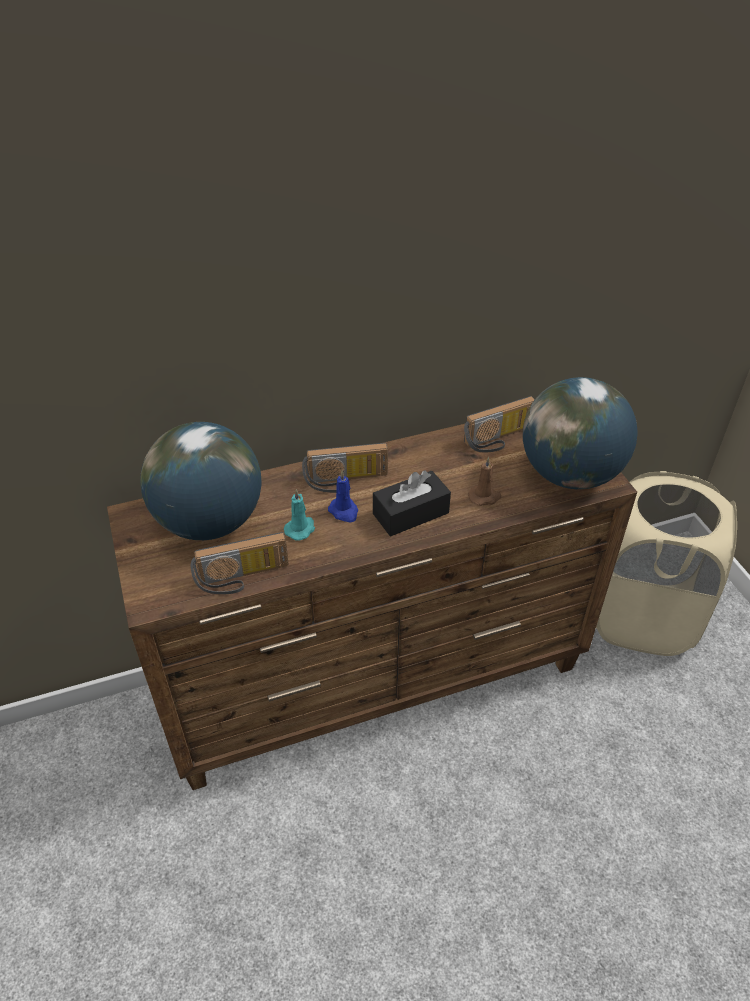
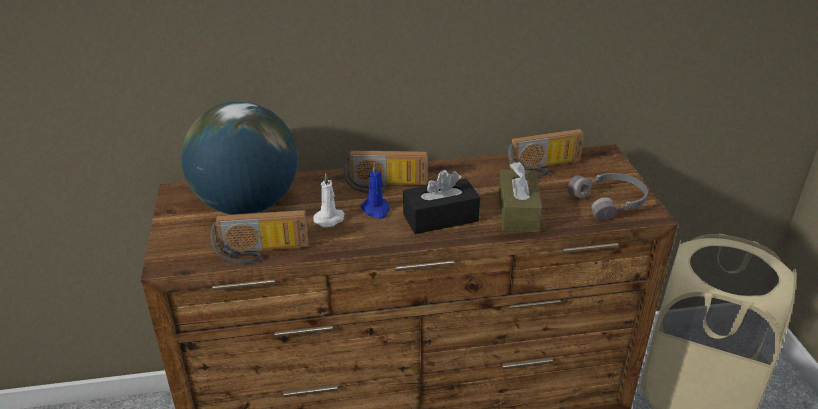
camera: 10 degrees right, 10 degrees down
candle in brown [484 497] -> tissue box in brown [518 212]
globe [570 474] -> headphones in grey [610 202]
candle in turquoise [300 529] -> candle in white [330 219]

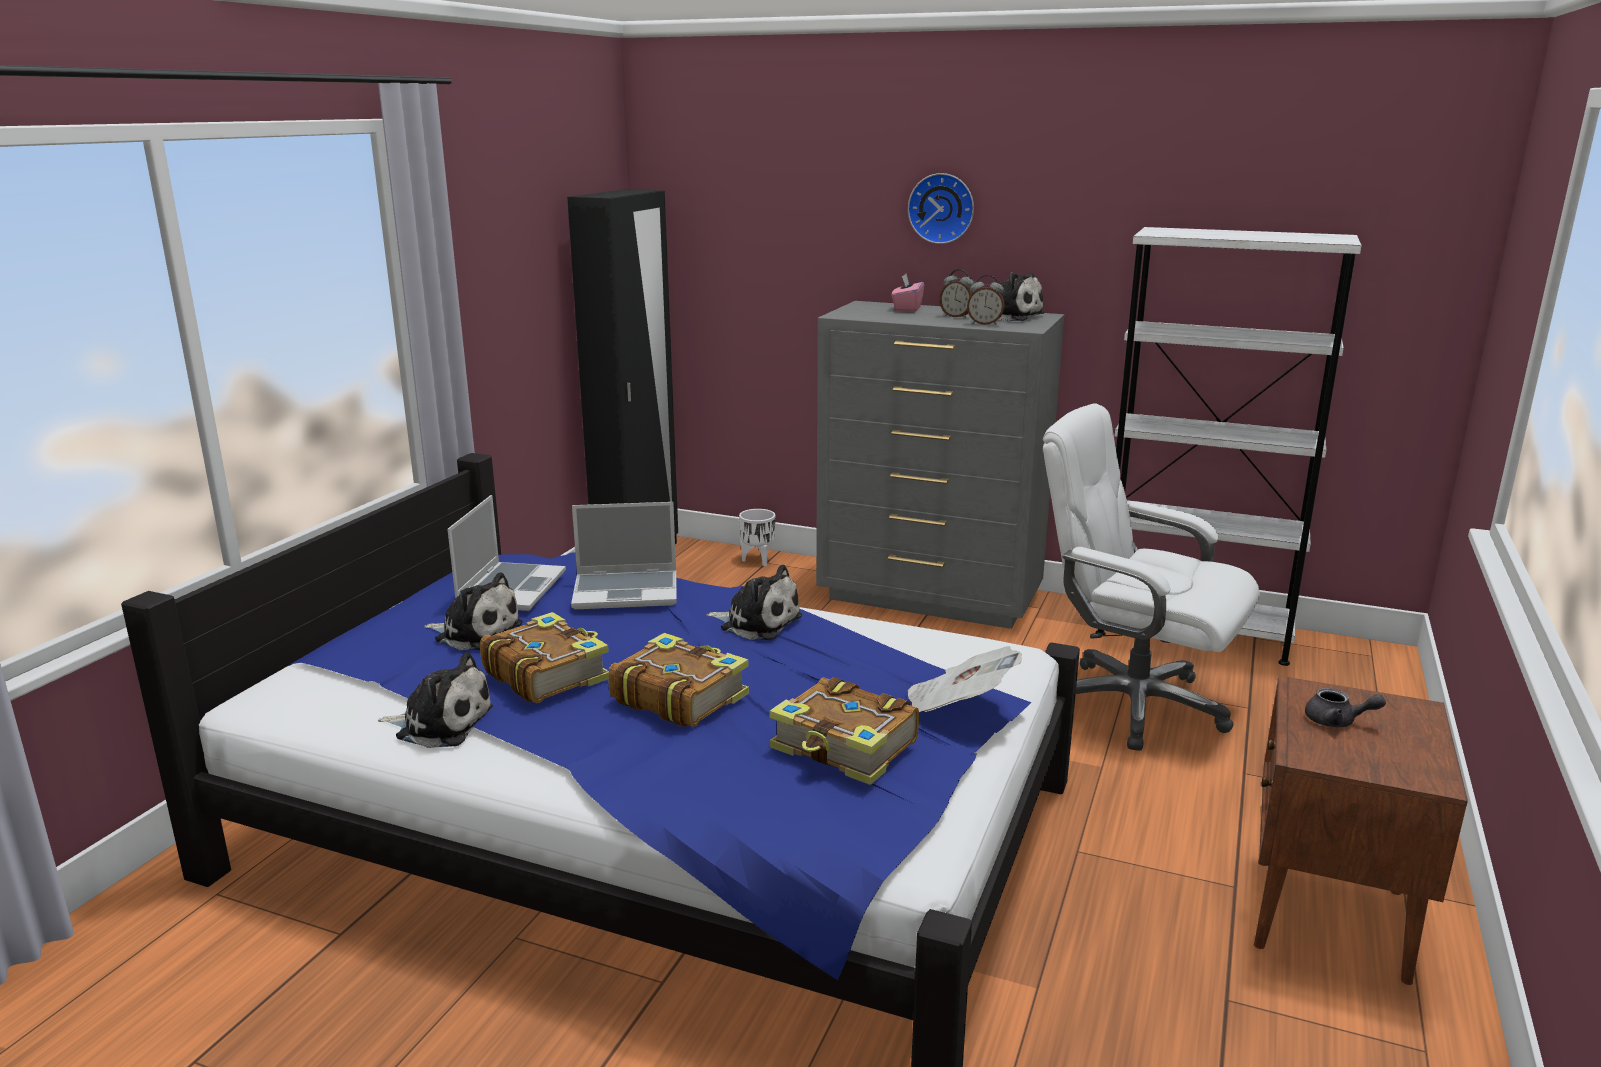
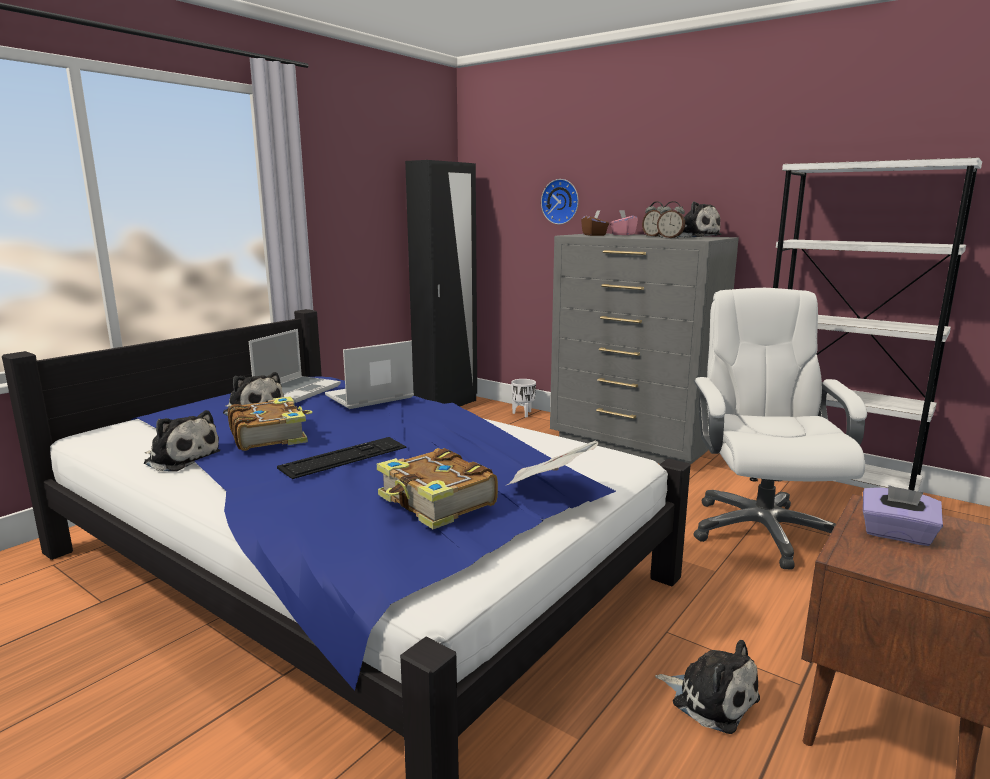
camera: 15 degrees right, 5 degrees down
none -> tissue box in brown [594 235]
plush toy [757 622] -> plush toy [710 698], moved
wall clock [942 208] -> wall clock [561 201], moved
book [679 696] -> keyboard [344 457]
teapot in grey [1337 721] -> tissue box in purple [896 534]
laptop [627 591] -> laptop [369 398], 135 degrees clockwise
office chair in white [1132 705] -> office chair in white [760 530], 45 degrees clockwise

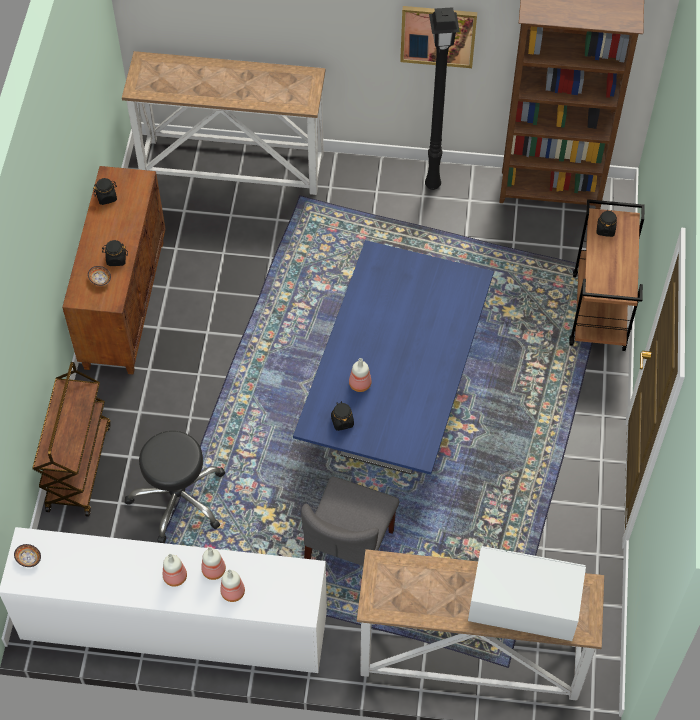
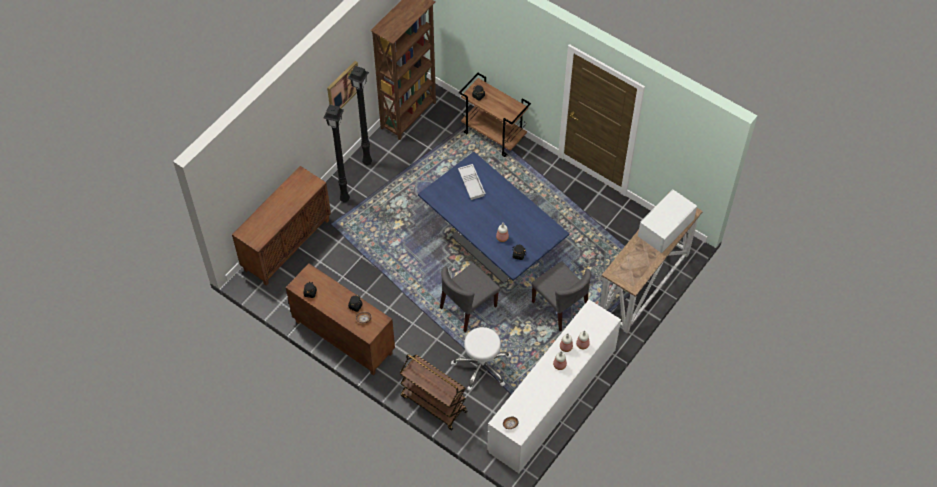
camera: 60 degrees left, 0 degrees up
none -> floor lamp in black [344 198]
none -> chair in grey [468 308]
none -> tray in white [472 183]
console table [233 165] -> cabinet in brown [287 244]
stool in black [178 499] -> stool in white [482 366]

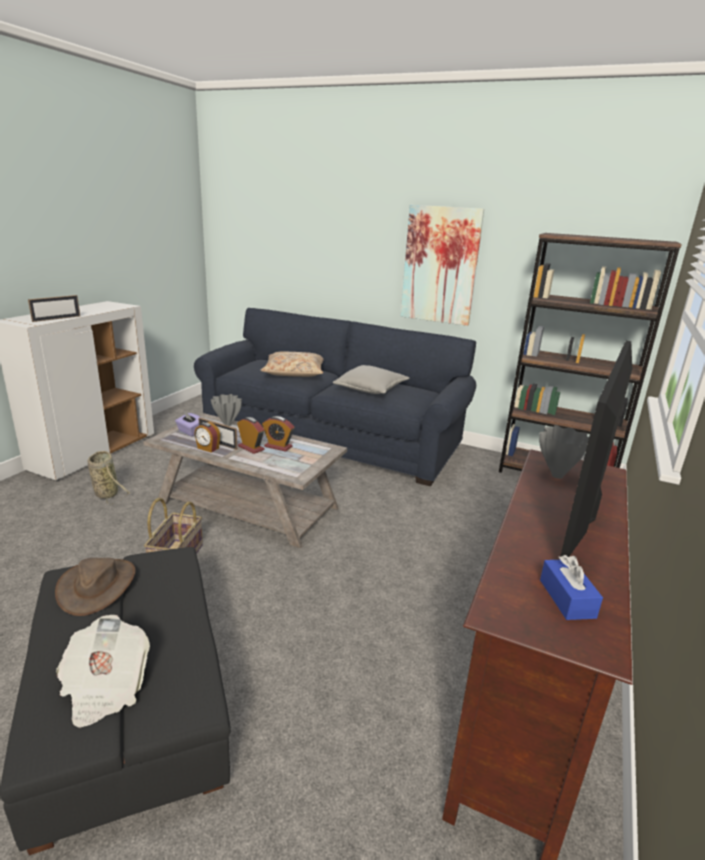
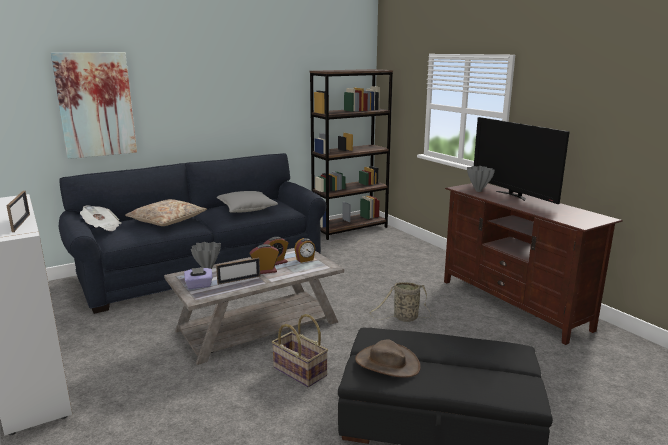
camera: 55 degrees left, 5 degrees down
tissue box in blue [567 598] -> none
newspaper [105 687] -> newspaper [102 227], moved
basket [106 493] -> basket [404 318], moved
alarm clock [208 448] -> alarm clock [305 260], moved
picture [440 265] -> picture [96 105], moved

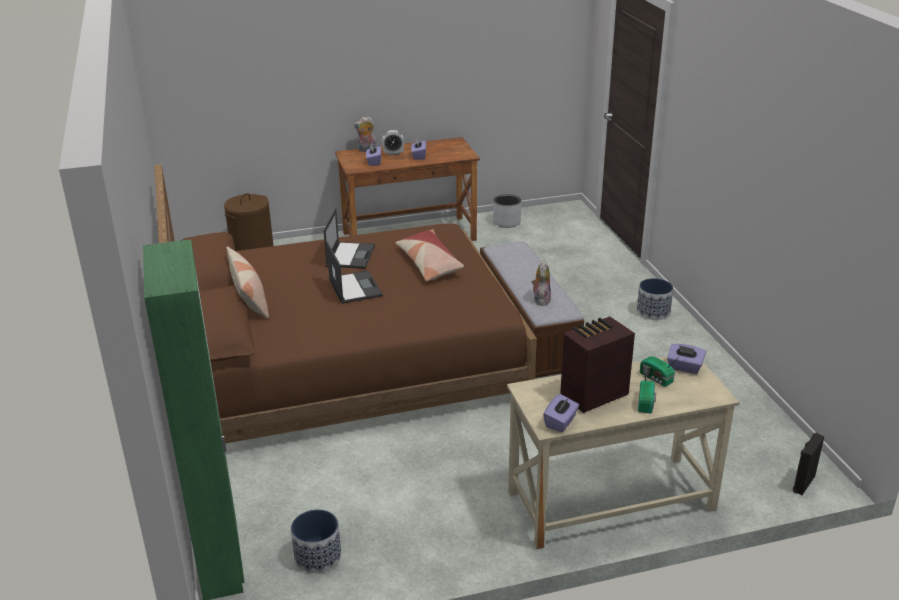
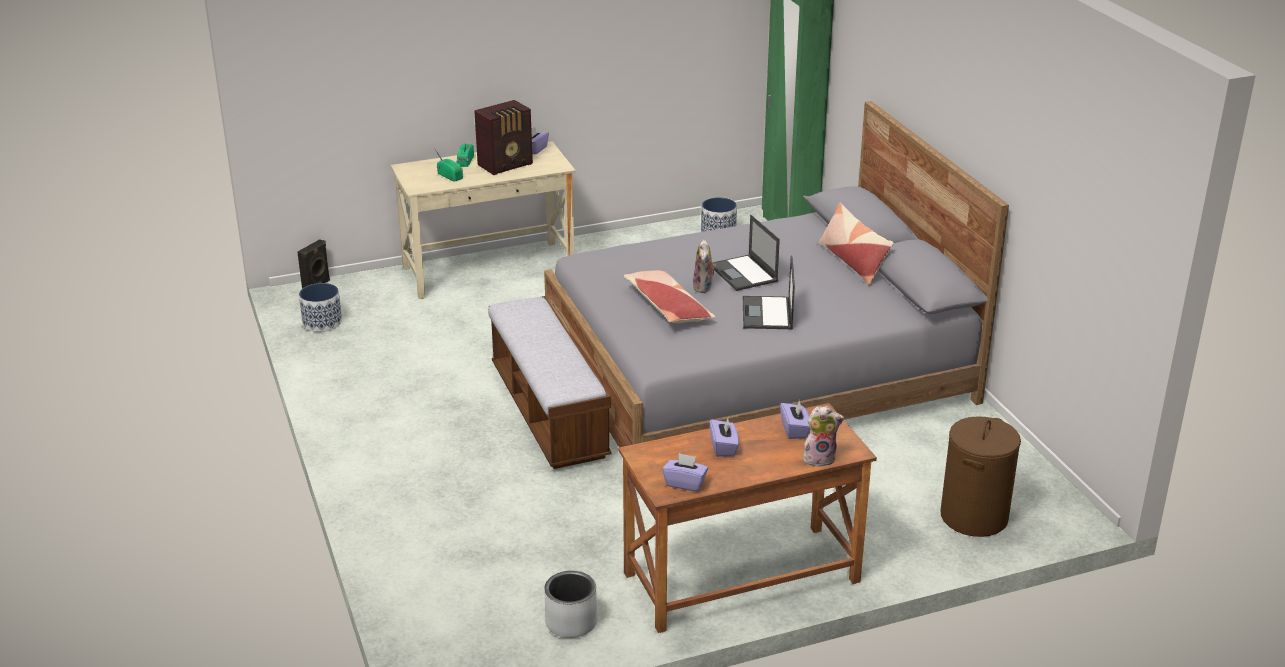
camera: 175 degrees right, 0 degrees up
alarm clock [393 153] -> none
plush toy [540 299] -> plush toy [704 287], moved
planter [653 312] -> planter [322 323], moved
tissue box in purple [684 367] -> tissue box in purple [685 483], moved
bed in brown [346 362] -> bed in grey [759 370]

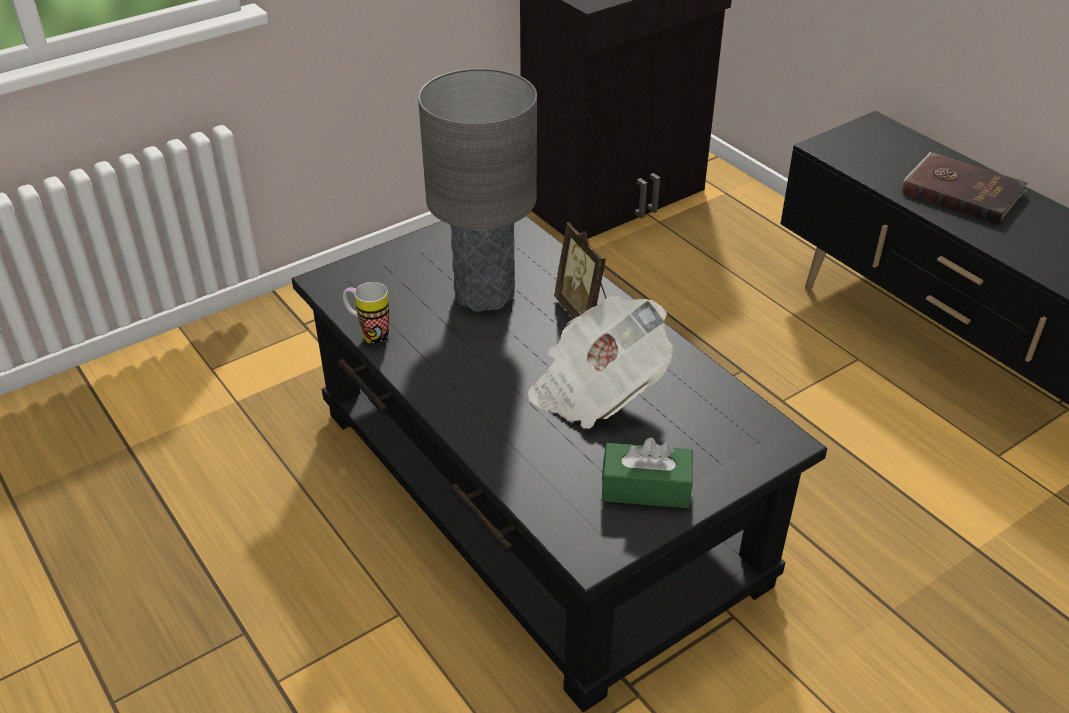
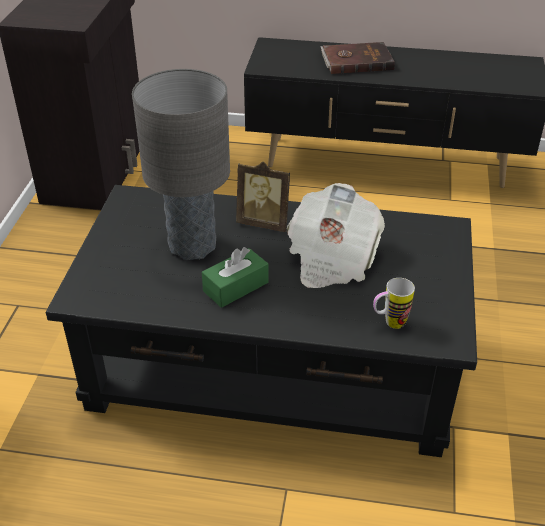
camera: 45 degrees left, 0 degrees up
mug [369 334] -> mug [389 323], moved
tissue box in green [646 488] -> tissue box in green [235 287], moved

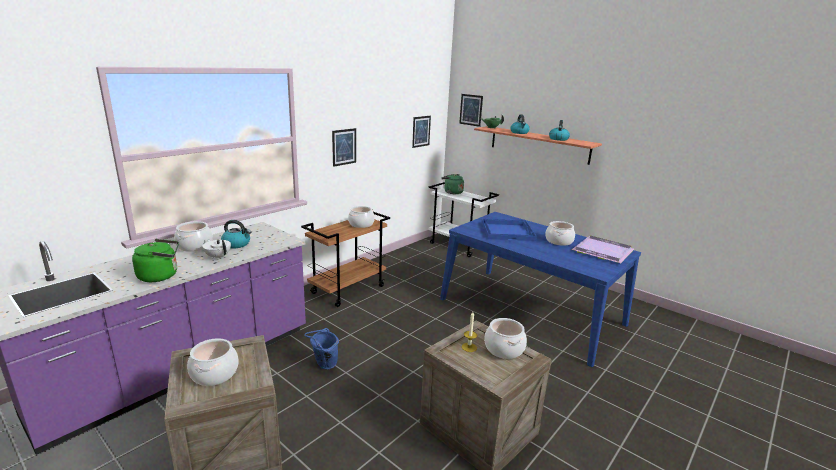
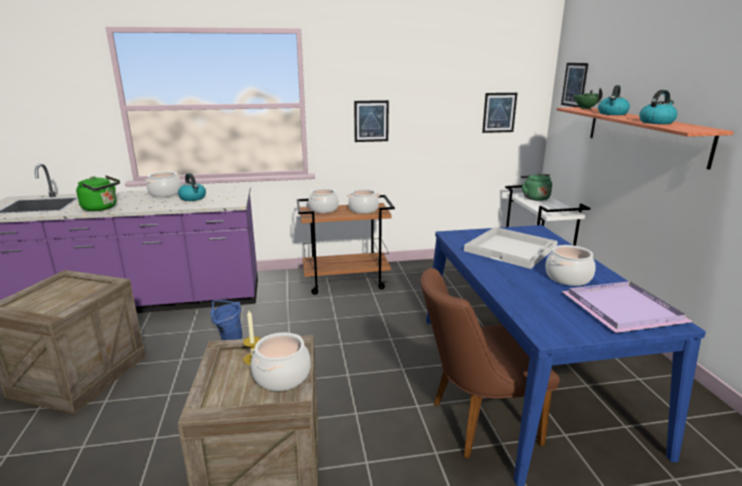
camera: 40 degrees right, 0 degrees up
teapot in white [218 257] -> none
none -> chair in brown [474 422]
cooking pot [214 373] -> cooking pot [323 209], moved
tray in blue [507 231] -> tray in white [511 249]

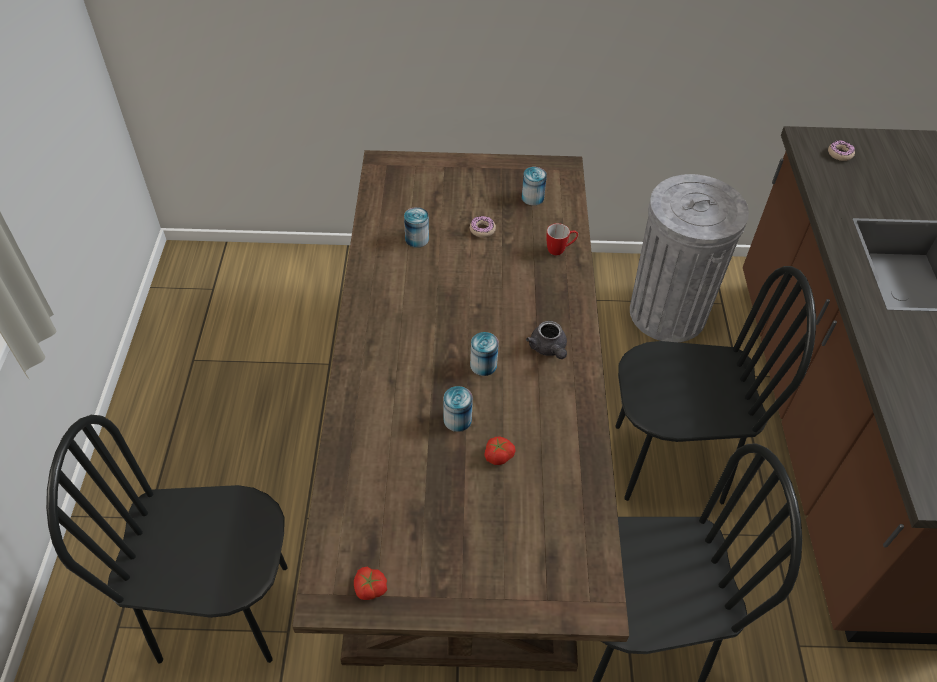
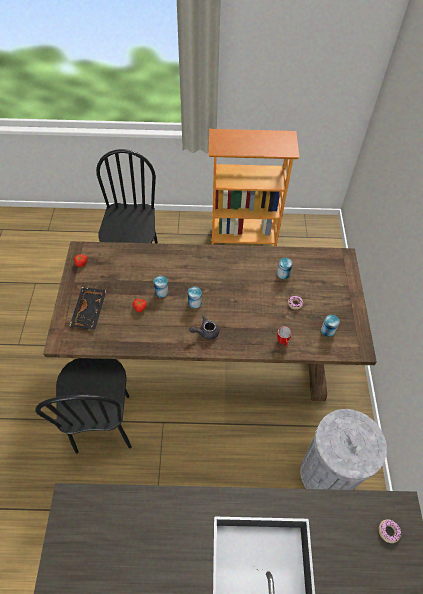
camera: 90 degrees right, 5 degrees up
chair in black [668 462] -> none
none -> tray in black [90 311]
none -> bookcase [243 238]

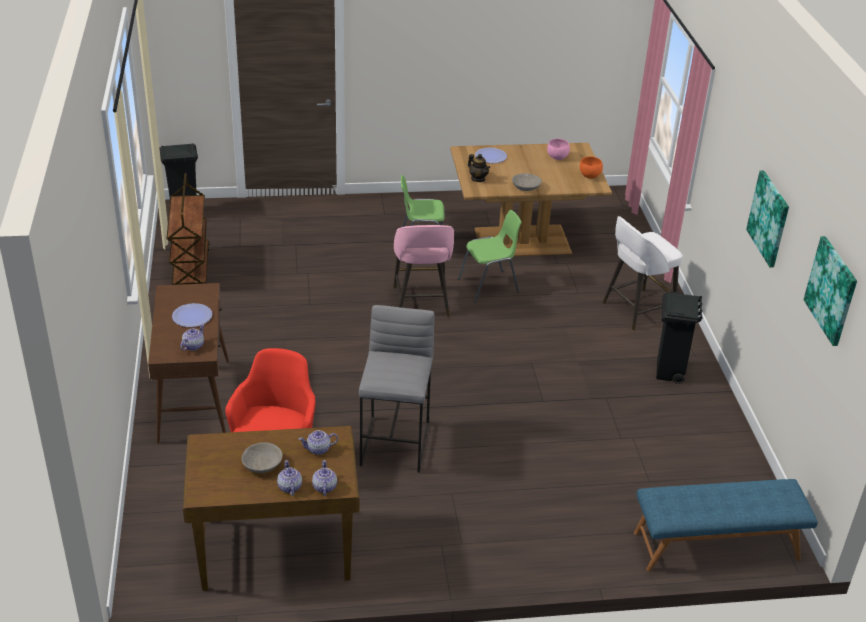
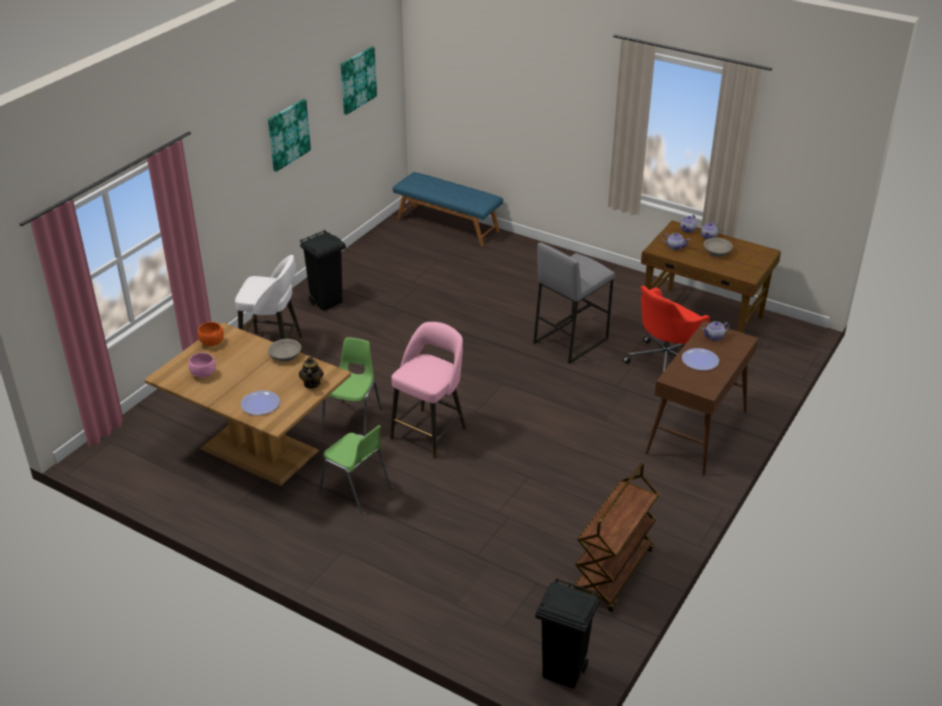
camera: 140 degrees left, 0 degrees up
chair in green [489 286] -> chair in green [353 420], 90 degrees clockwise

